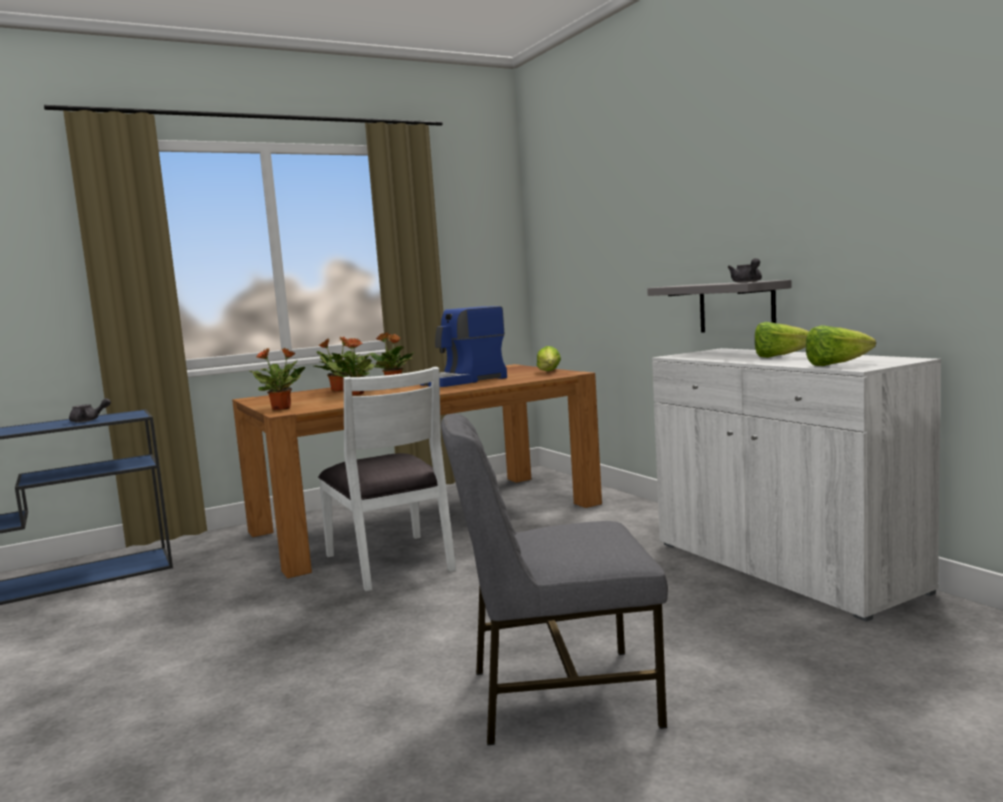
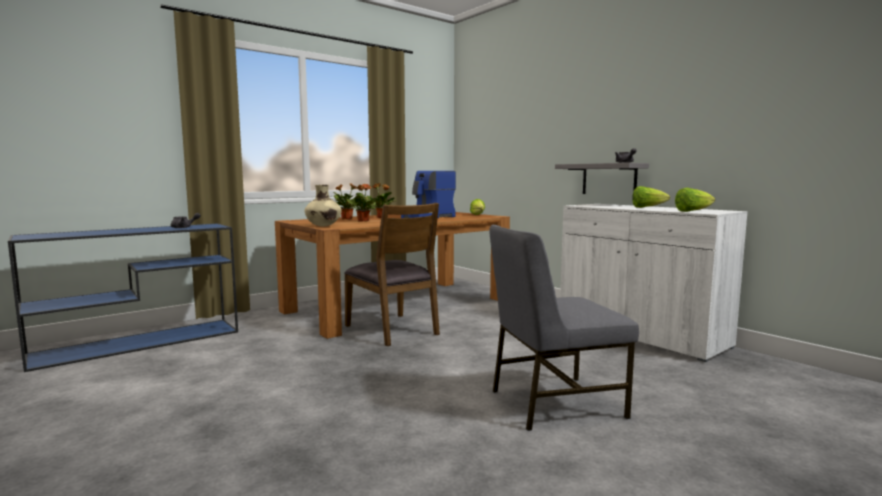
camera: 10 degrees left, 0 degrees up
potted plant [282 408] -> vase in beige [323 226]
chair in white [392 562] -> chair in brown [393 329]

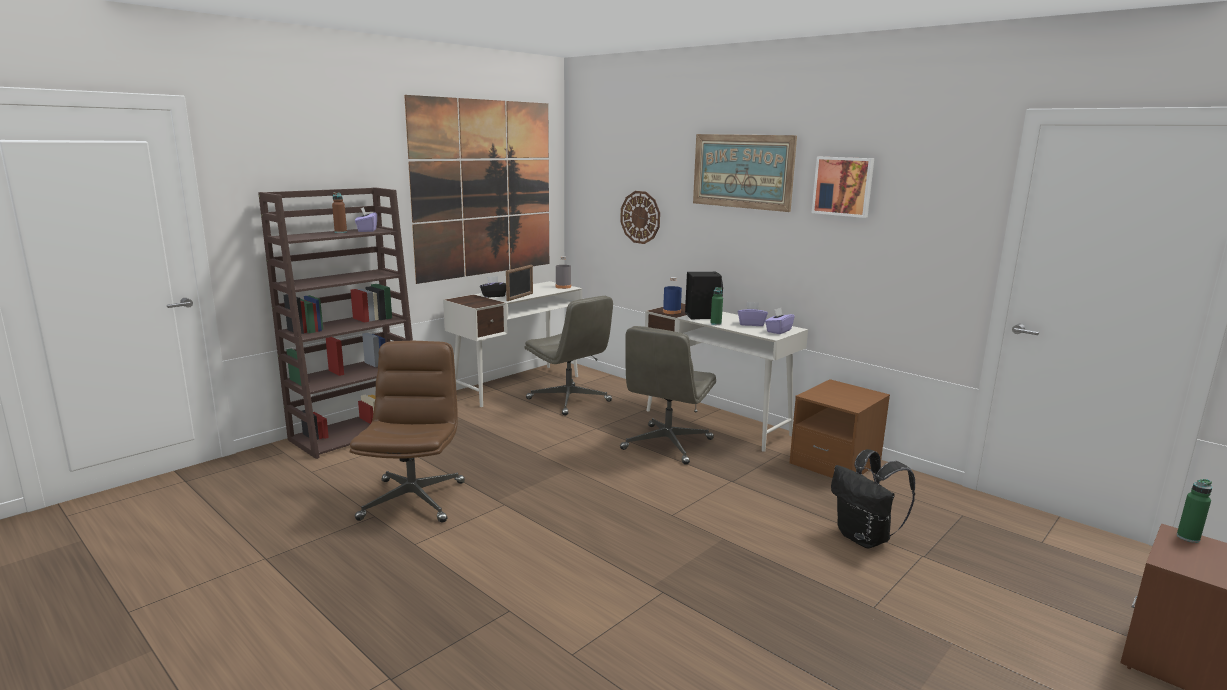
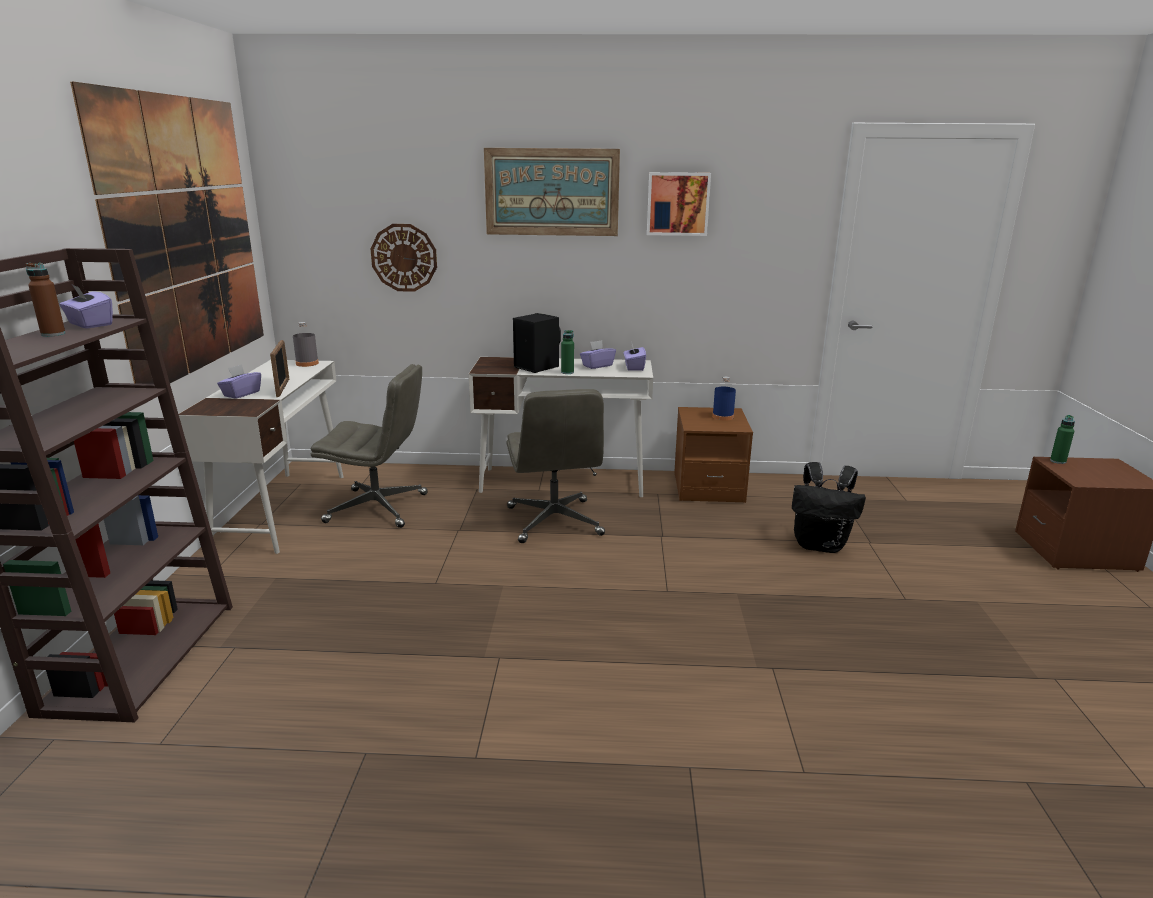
camera: 40 degrees left, 5 degrees up
office chair in brown [413 499] -> none
bottle in blue [671 312] -> bottle in blue [723 417], moved
tissue box in black [493 296] -> tissue box in purple [241 394]

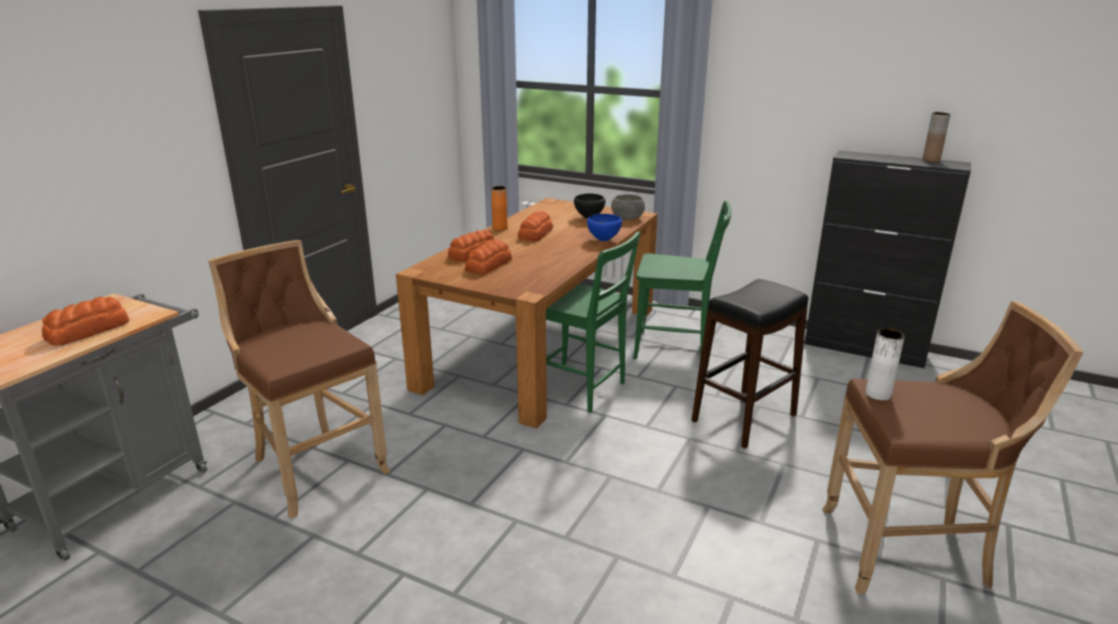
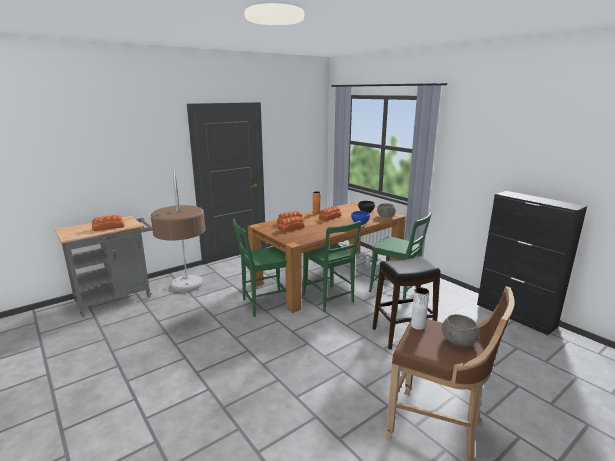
camera: 25 degrees right, 5 degrees down
vase in brown [931 160] -> none
none -> chair in green [264 304]
none -> bowl in grey [459 341]
stool in brown [314 466] -> floor lamp [188 305]

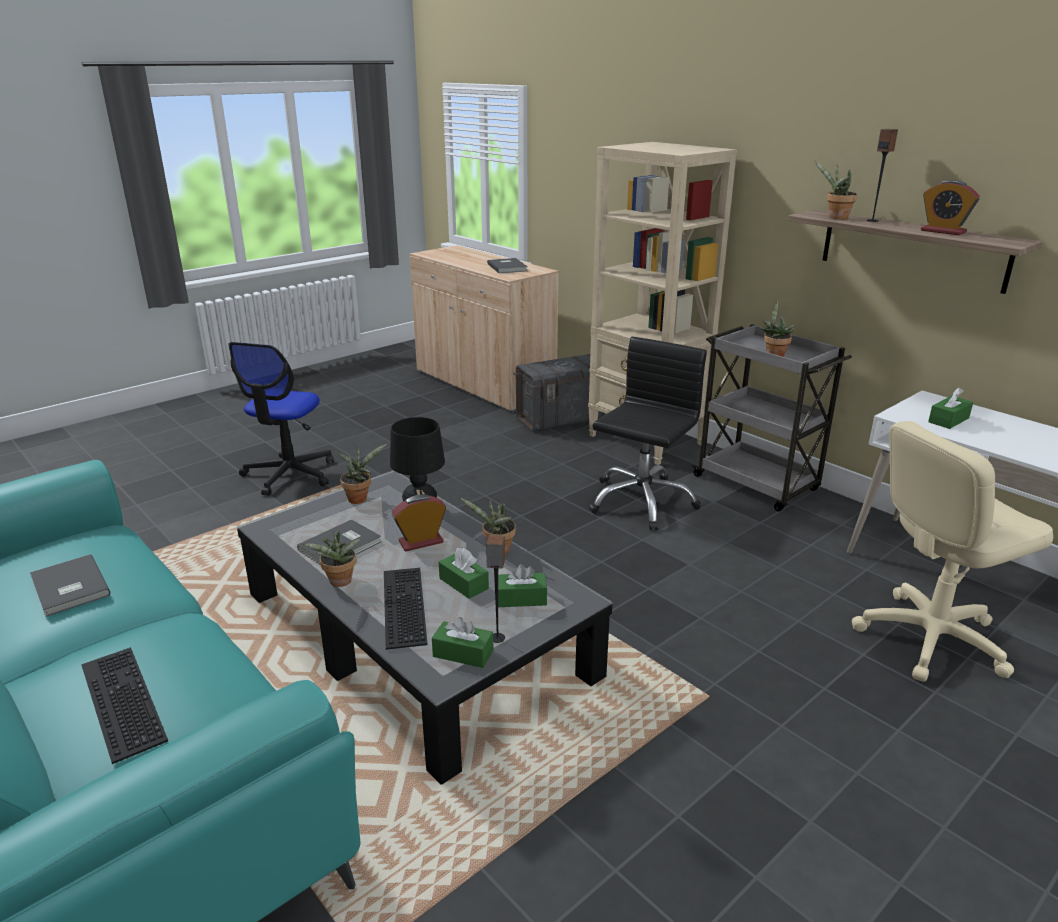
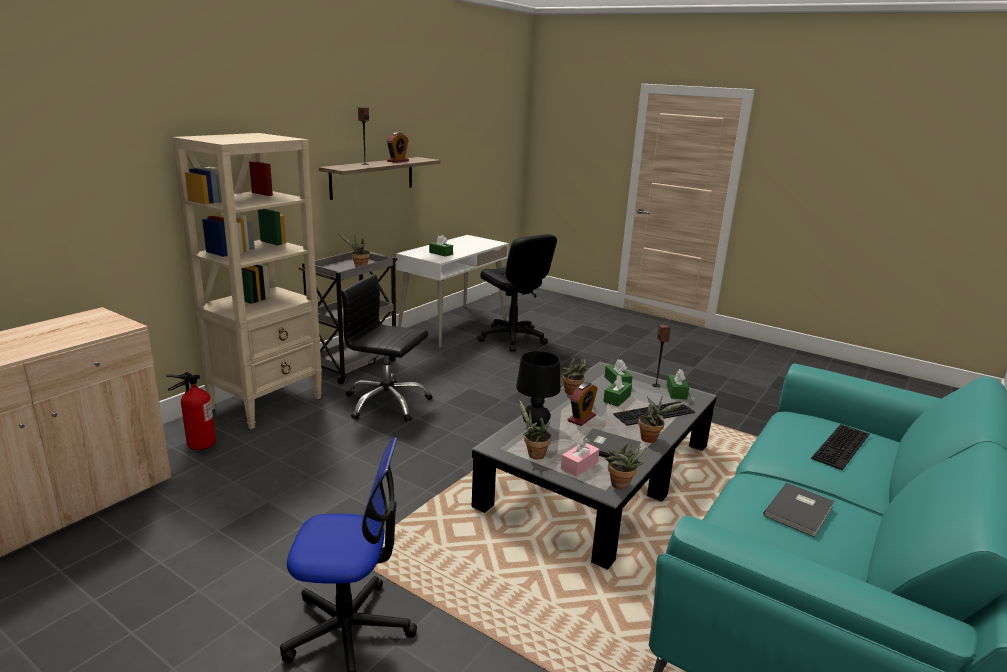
camera: 105 degrees left, 5 degrees down
book in grey [508 267] -> none
none -> tissue box in pink [579 465]
potted plant [835 217] -> potted plant [620 486], moved
storage box in grey [564 418] -> fire extinguisher [198 445]
office chair in beige [930 638] -> office chair in black [512 338]
alarm clock [421 542] -> alarm clock [581 418], 105 degrees counterclockwise

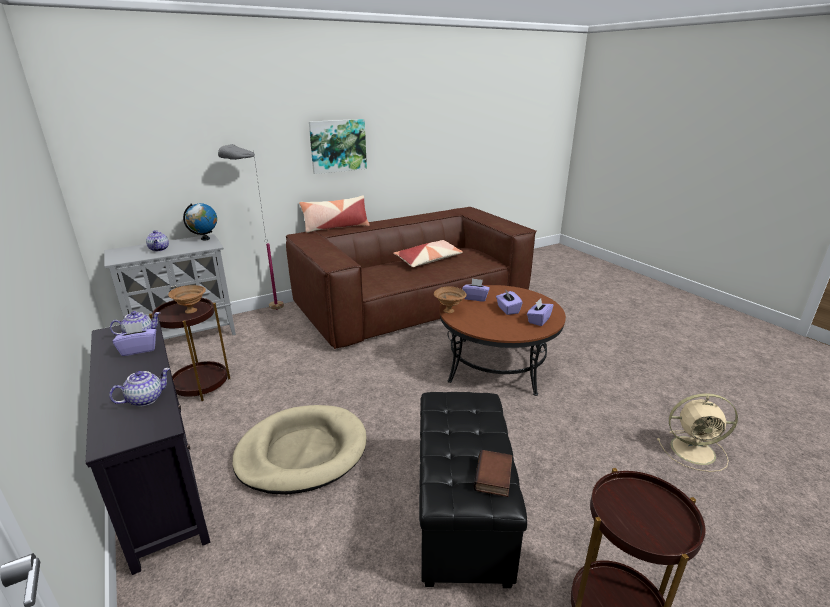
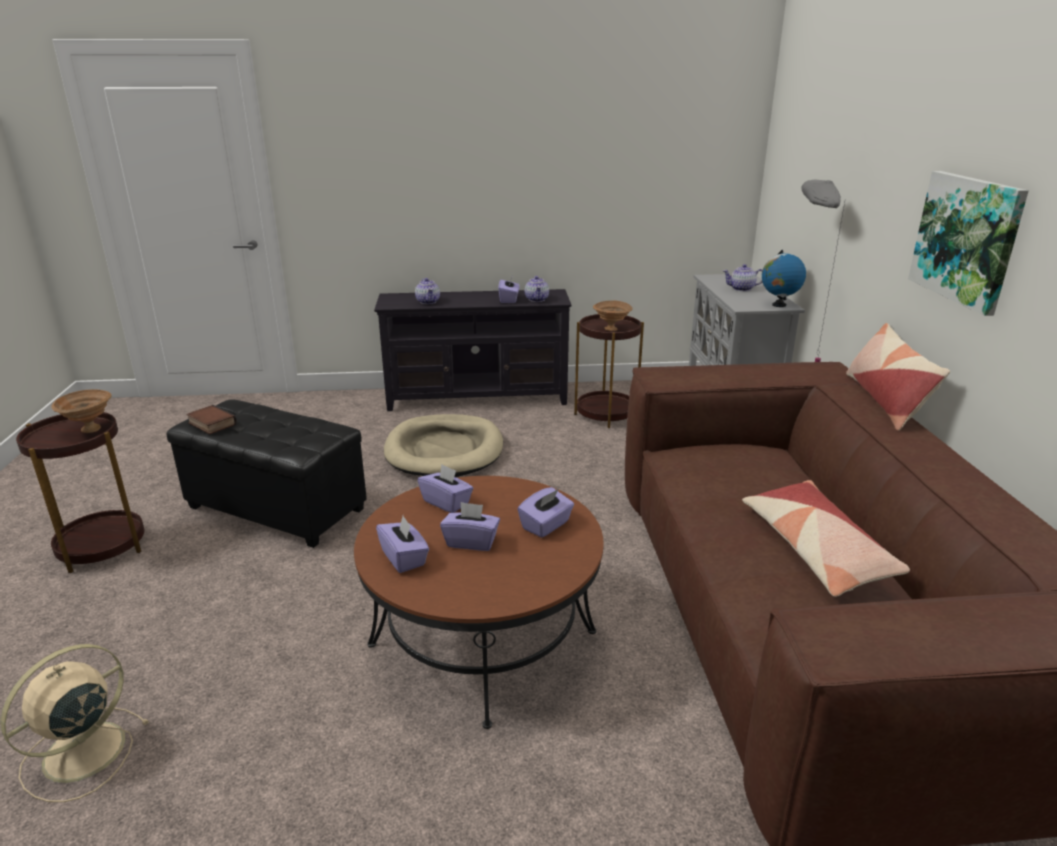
camera: 115 degrees right, 0 degrees up
none -> tissue box in purple [446 502]
bowl in brown [449 311] -> bowl in brown [90 430], moved

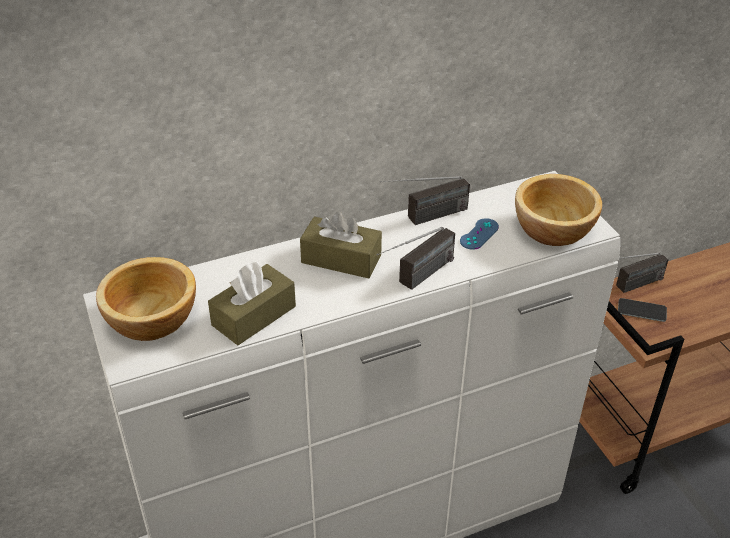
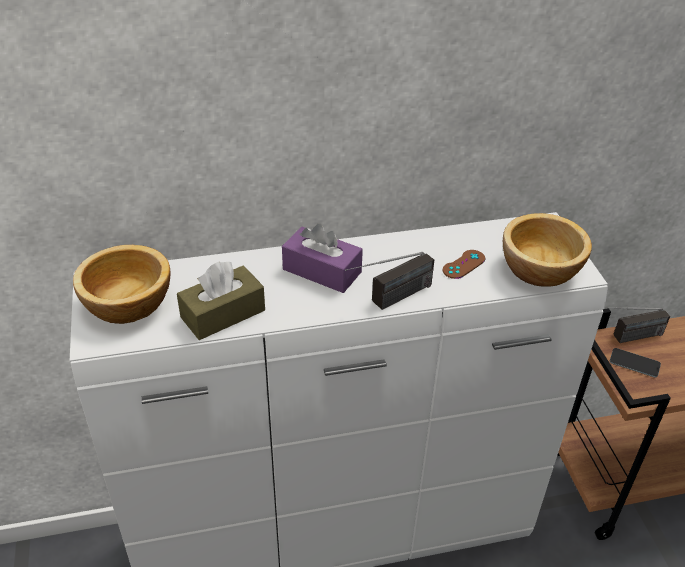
camera: 10 degrees right, 0 degrees up
radio [424 218] -> none
tissue box in brown [341 259] -> tissue box in purple [322 271]
game controller in blue [479 234] -> game controller in brown [463 264]

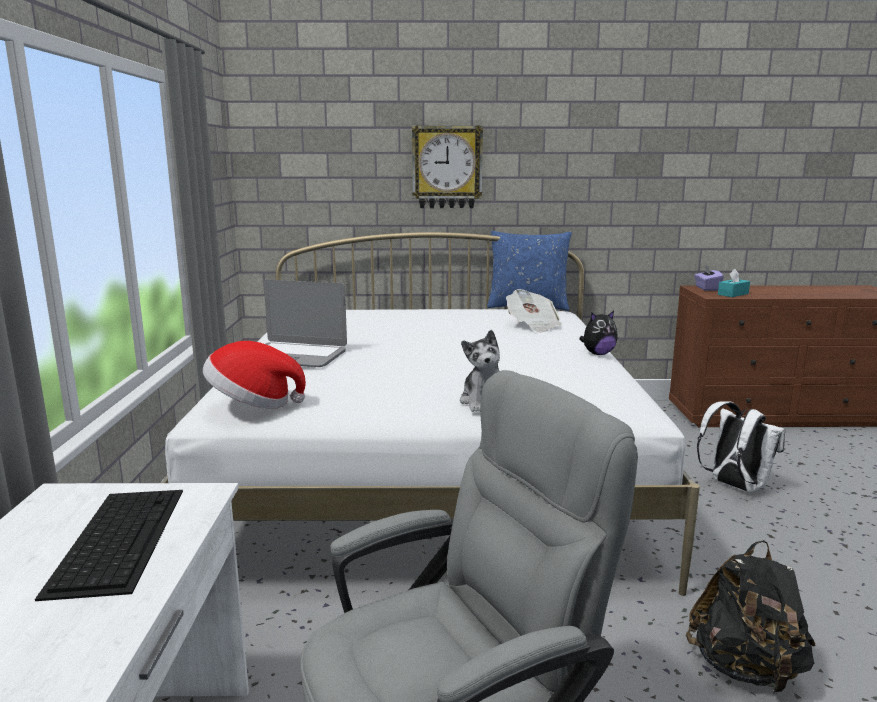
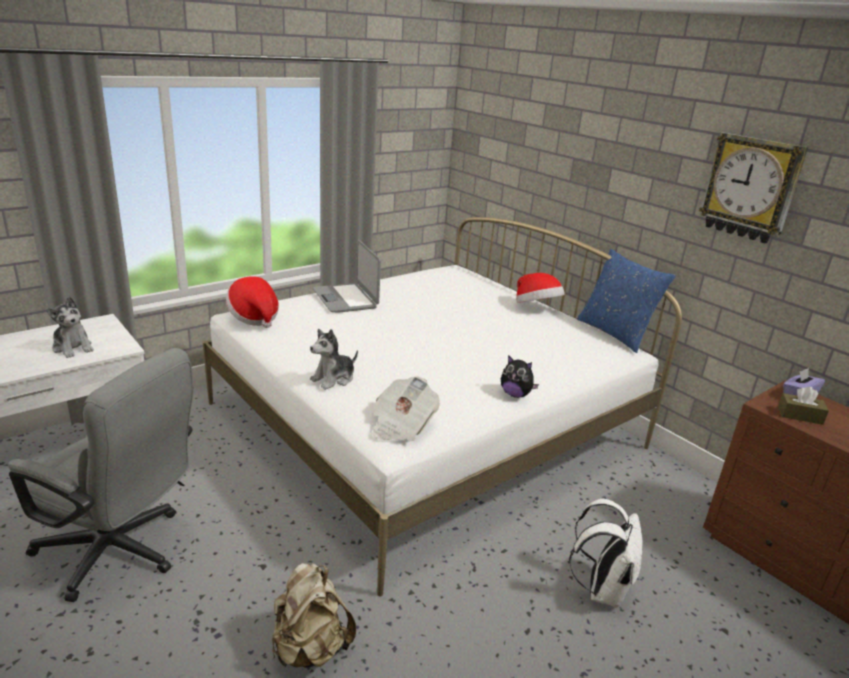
camera: 50 degrees right, 10 degrees up
none -> hat [536 307]
wall clock [447 167] -> wall clock [750 188], moved
newspaper [532 326] -> newspaper [401 425], moved
keyboard [119 537] -> plush toy [73 347]
backpack in black [745 669] -> backpack in beige [310 648]
tissue box in turquoise [733 294] -> tissue box in brown [800 415]

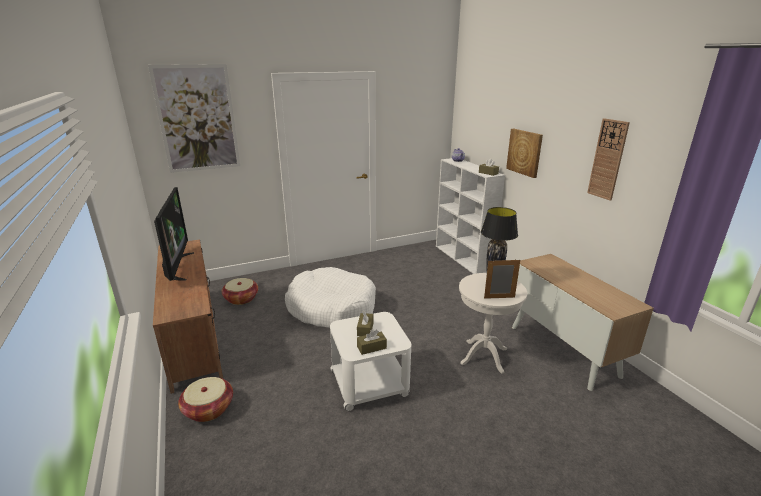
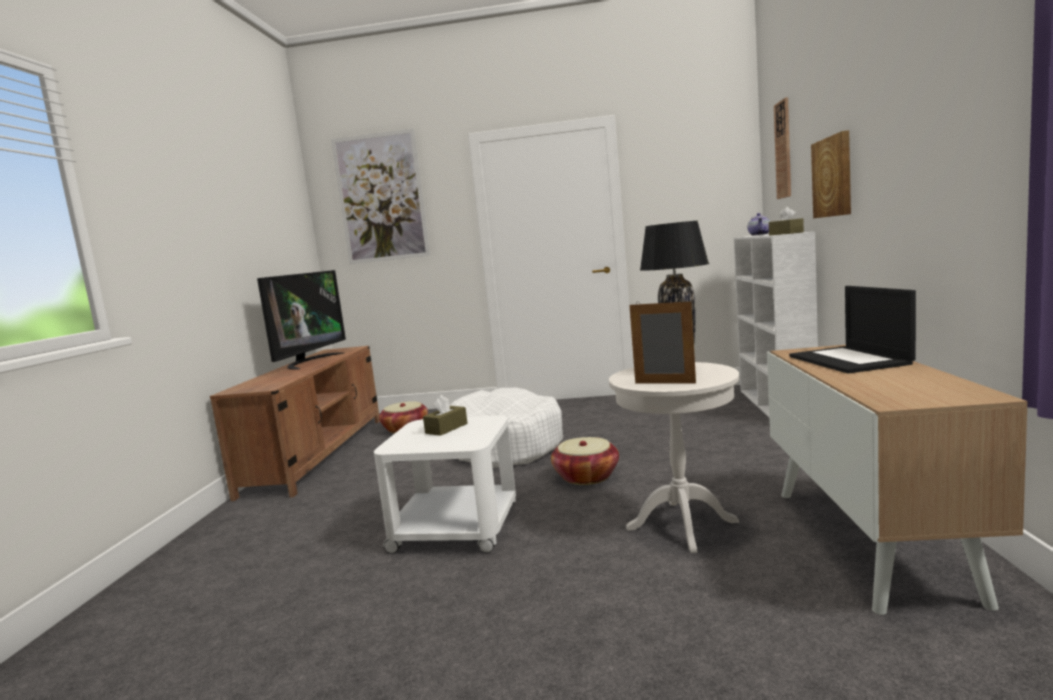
camera: 30 degrees right, 15 degrees down
tissue box in brown [371 347] -> none
none -> laptop [850 360]
basket [209 409] -> basket [586 476], moved
wall clock [608 159] -> wall clock [783 150], moved

